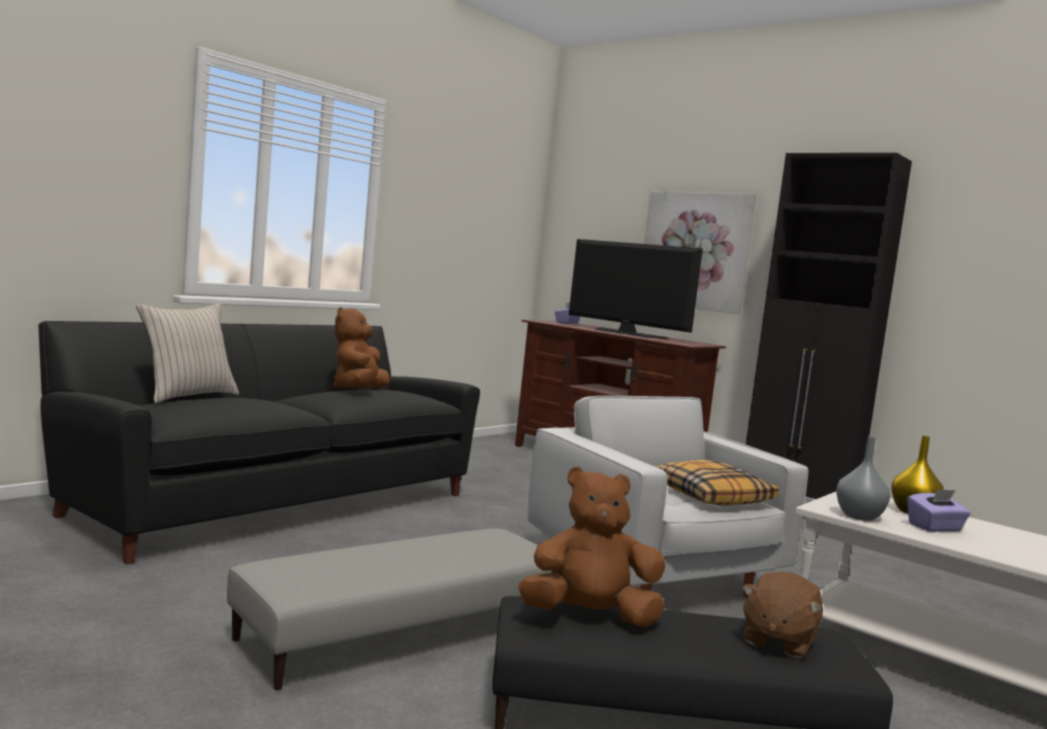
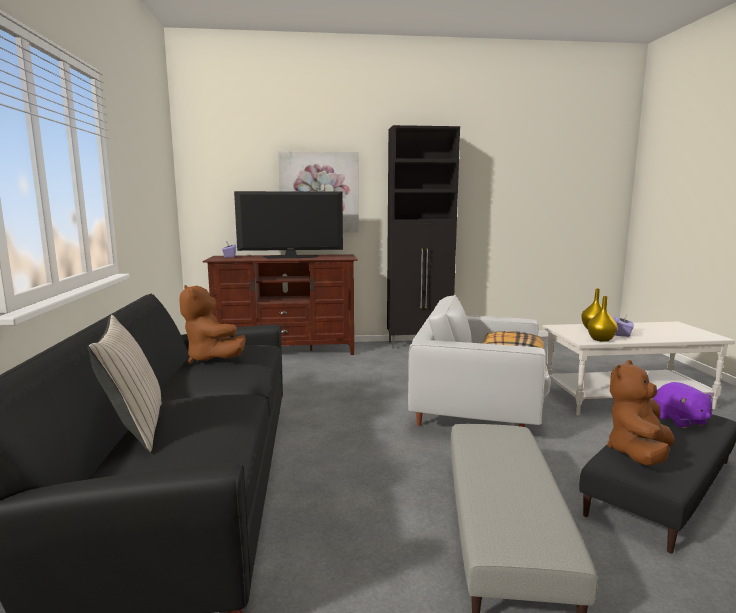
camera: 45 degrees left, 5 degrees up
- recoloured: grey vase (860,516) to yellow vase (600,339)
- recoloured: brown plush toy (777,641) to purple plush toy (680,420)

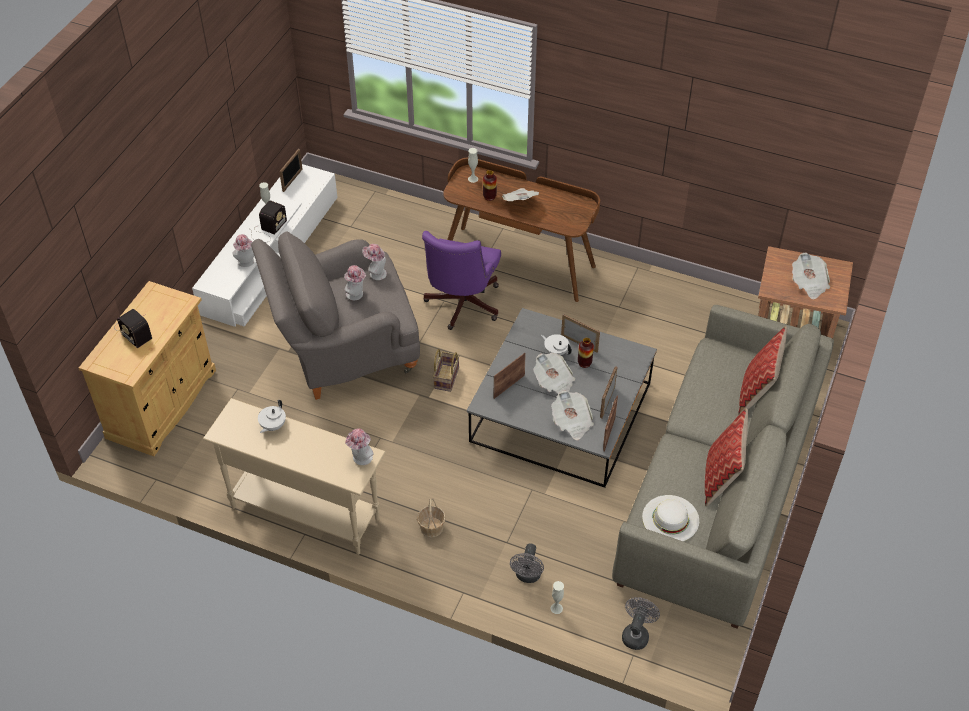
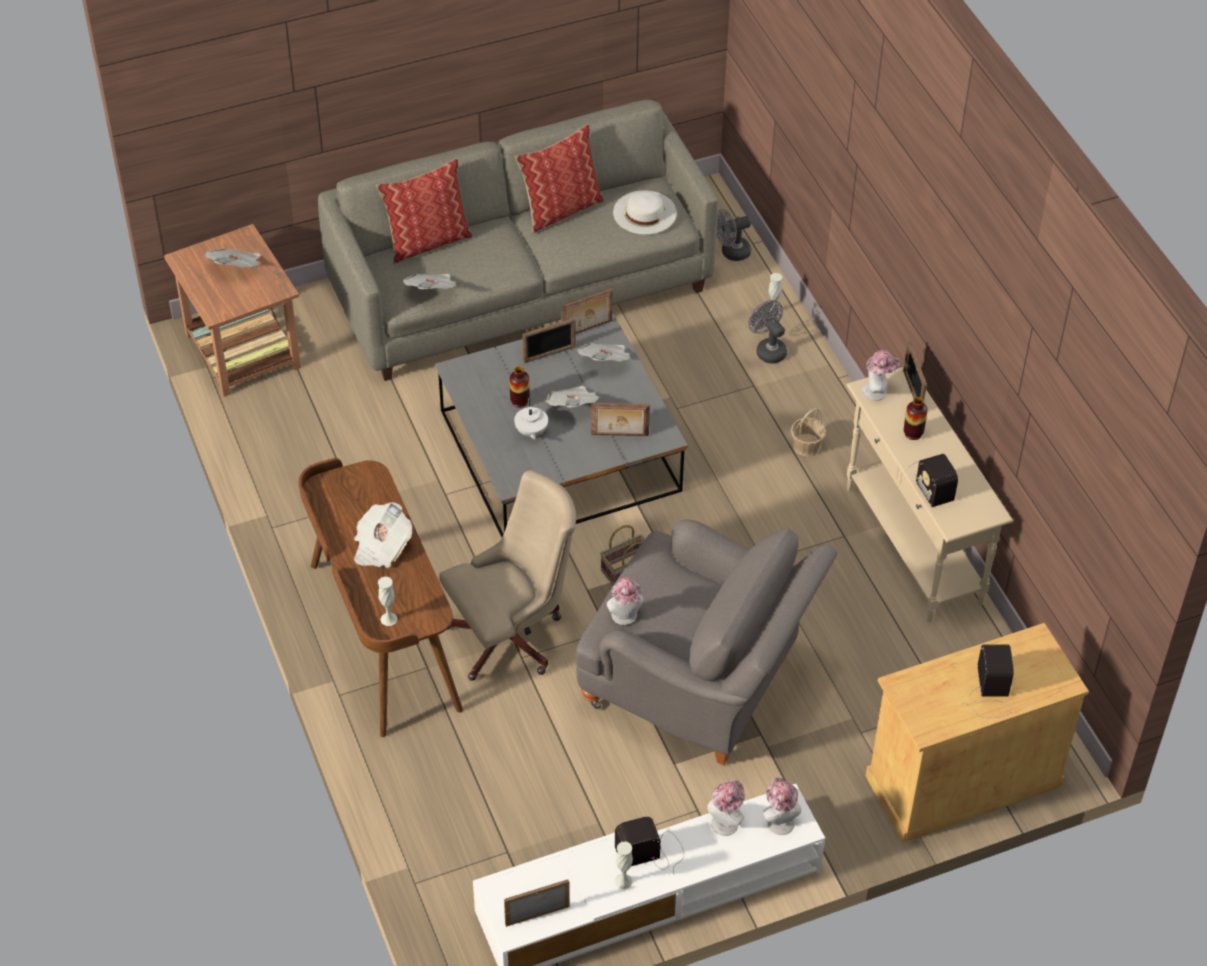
camera: 135 degrees left, 0 degrees up
- moved: vase (489,196) to (913,433)
- recoloured: purple office chair (461,306) to beige office chair (512,635)
- moved: hat (356,295) to (779,820)
- moved: picture frame (579,343) to (912,391)
- replaced: white teapot (272,426) to radio (931,480)
- turned: grey fan (527,576) = (768,349) 90 degrees counterclockwise
- added: newspaper (432,291)

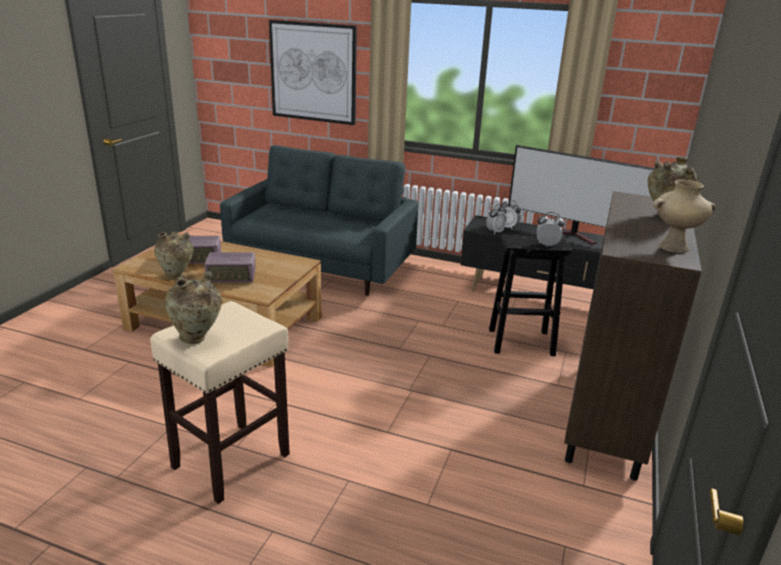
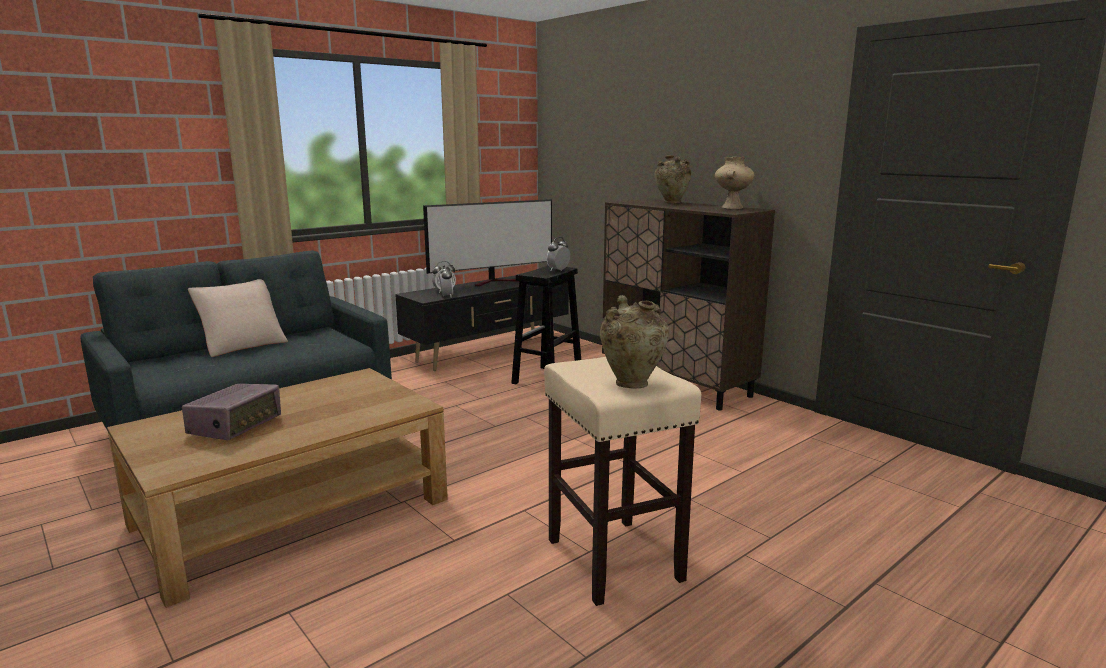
camera: 60 degrees left, 10 degrees down
- removed: picture (313,72)
- removed: beige vase (177,276)
- removed: radio (232,277)
- added: beige pillow (243,345)

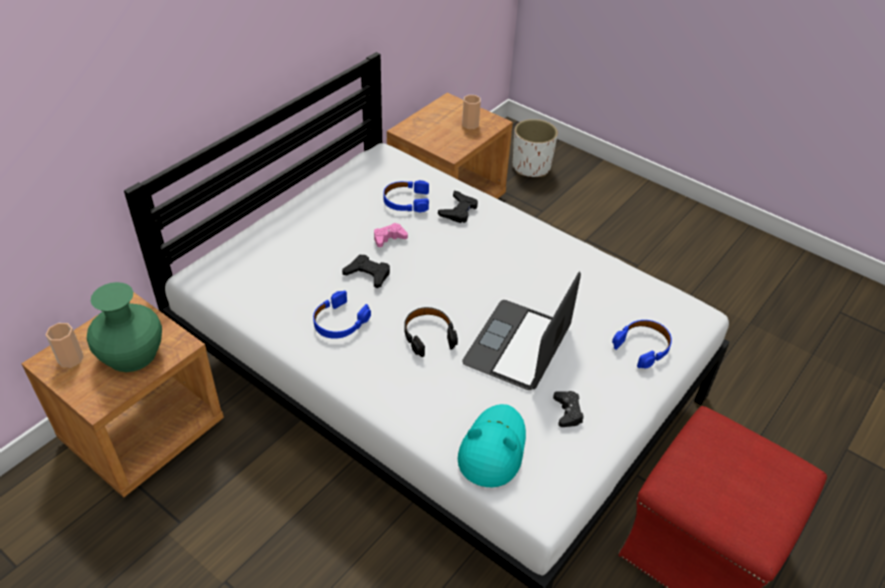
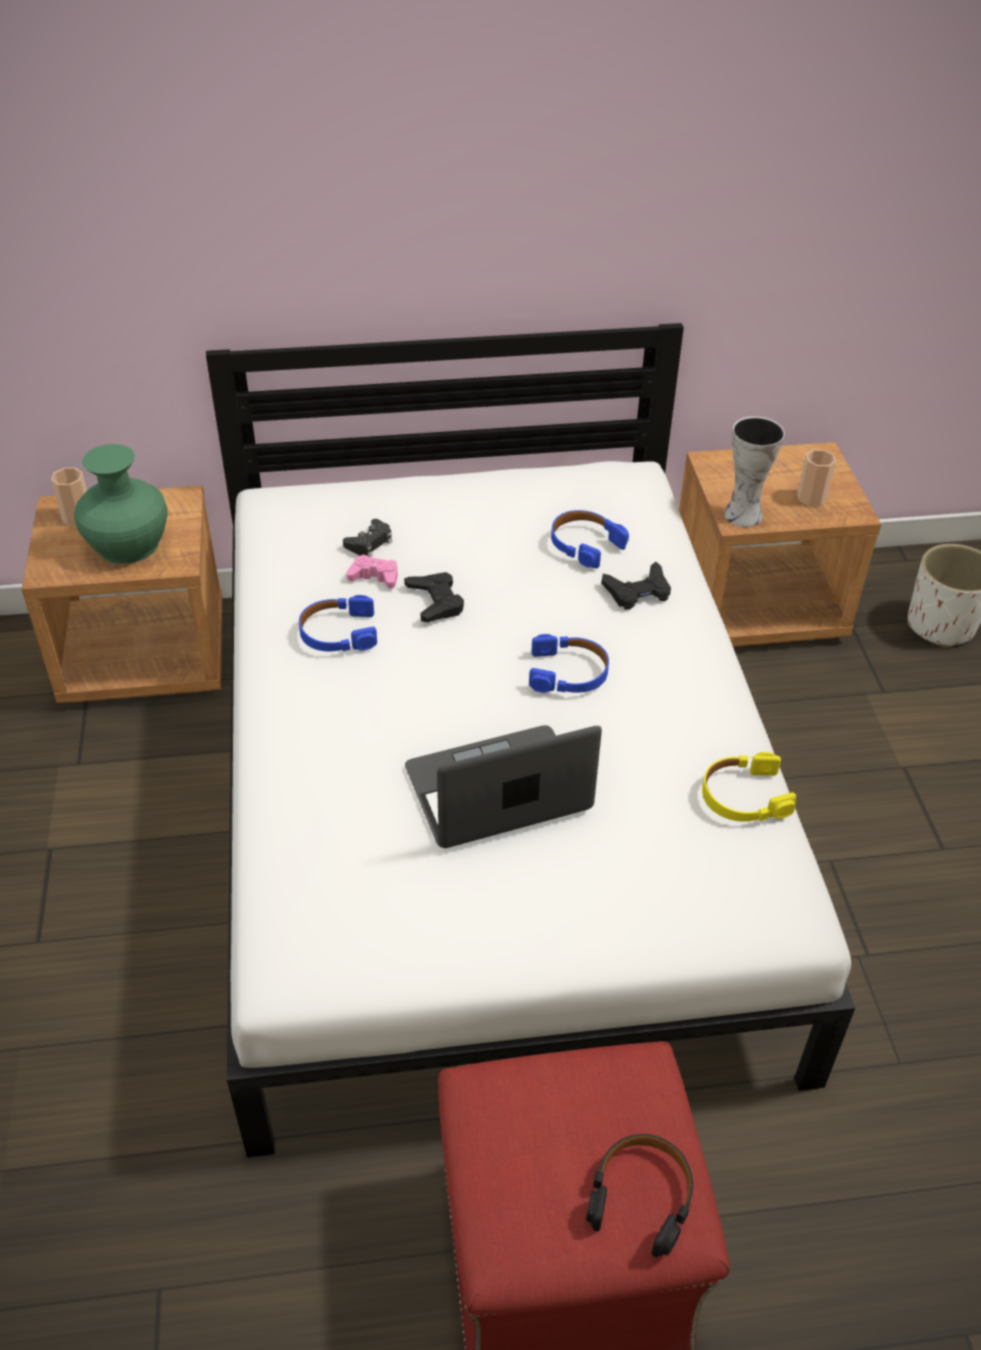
camera: 45 degrees right, 0 degrees up
- moved: pink game controller (389,238) to (374,577)
- moved: black headphones (428,335) to (641,1196)
- moved: blue headphones (643,346) to (568,673)
- moved: black game controller (567,412) to (369,543)
- removed: turquoise hat (492,448)
- added: vase (741,514)
- added: yellow headphones (743,796)

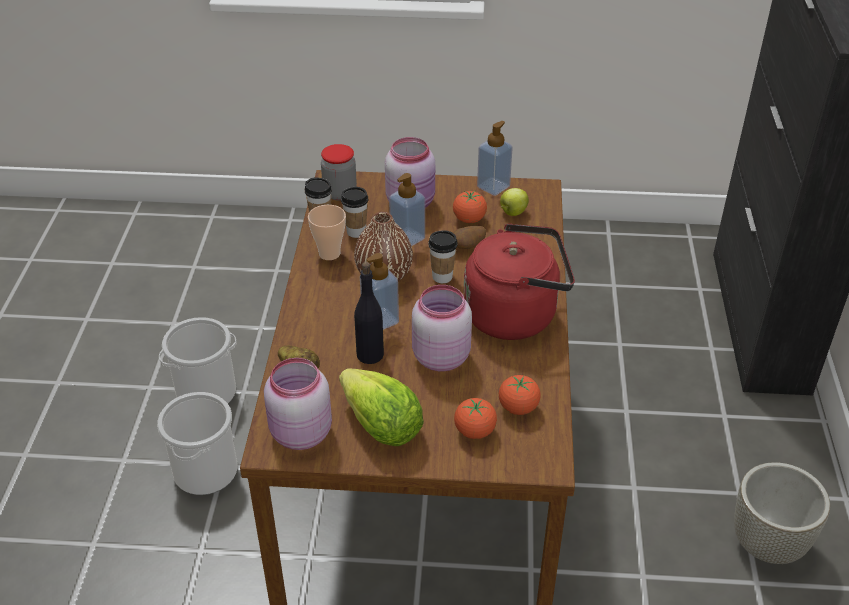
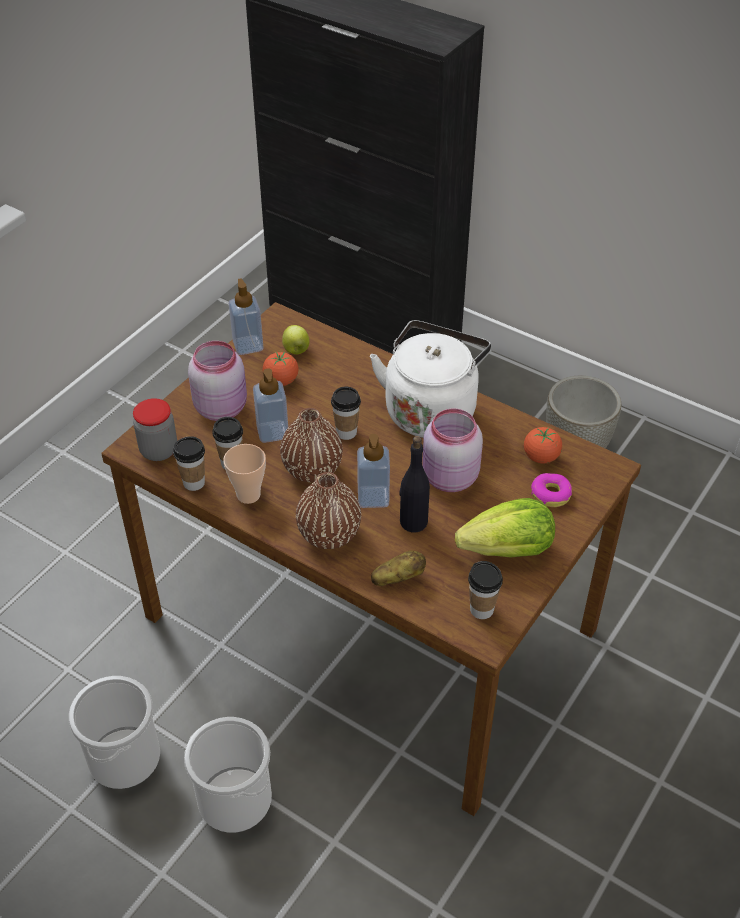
camera: 60 degrees left, 5 degrees up
- recoloured: red kettle (516,314) to white kettle (431,409)
- removed: potato (468,247)
- replaced: pink jar (299,434) to cup (481,609)
- replaced: tomato (474,431) to donut (550,494)
- added: brown vase (329,534)

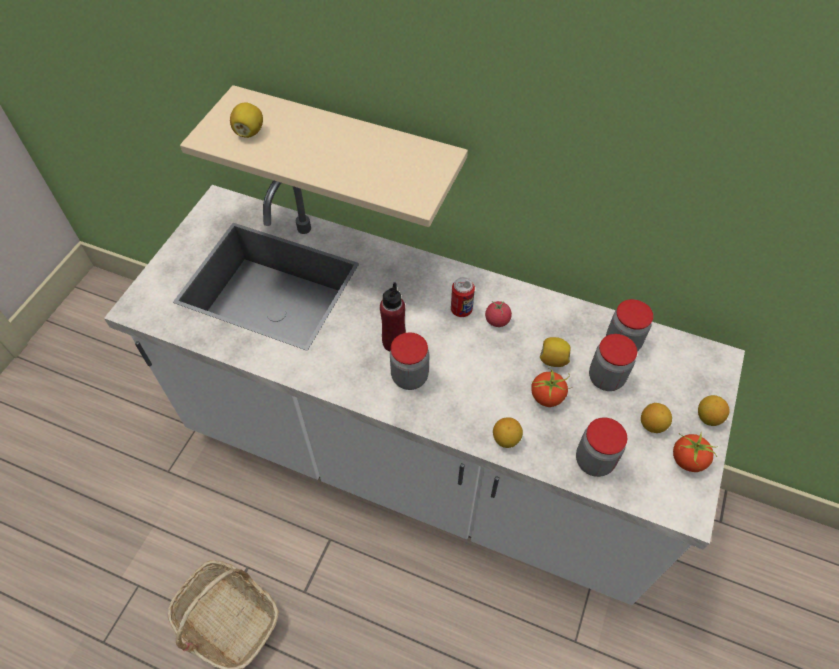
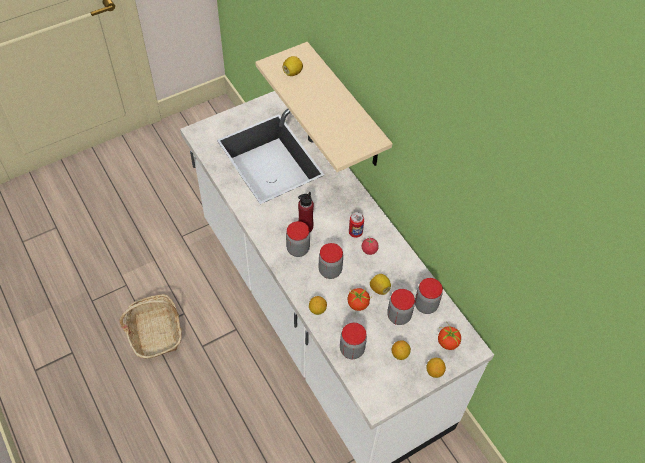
camera: 35 degrees right, 0 degrees up
- moved: tomato (687,460) to (447,342)
- added: jar (330,270)

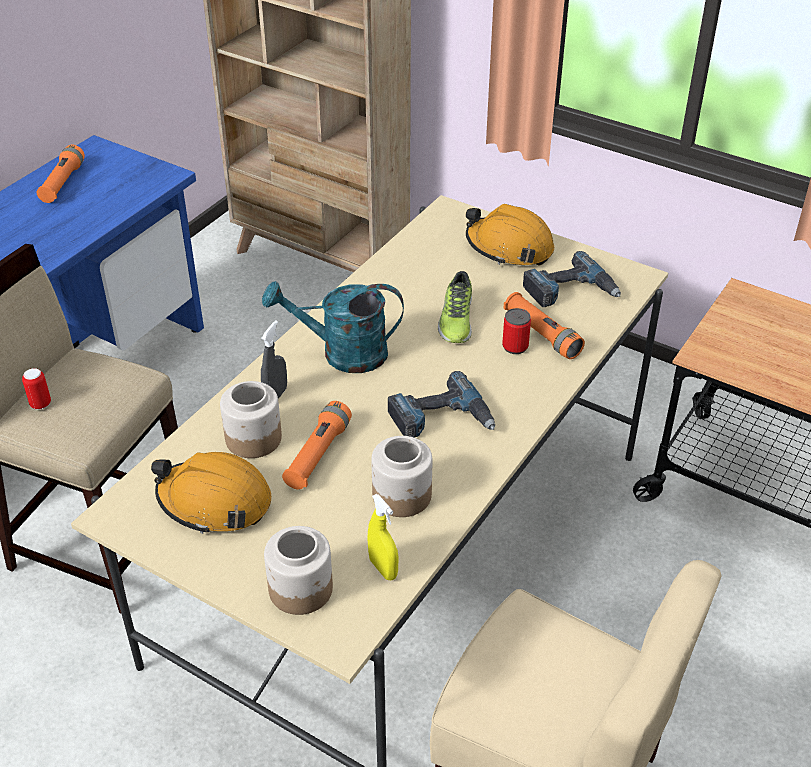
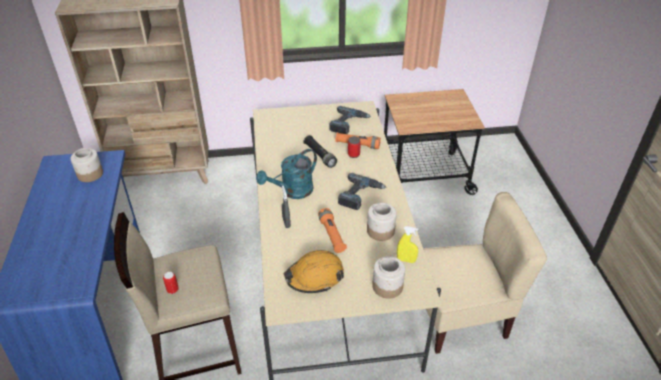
camera: 40 degrees left, 0 degrees up
- removed: orange flashlight (62,183)
- removed: orange hard hat (509,247)
- replaced: shoe (456,320) to black flashlight (320,155)
- moved: jar (253,439) to (90,174)

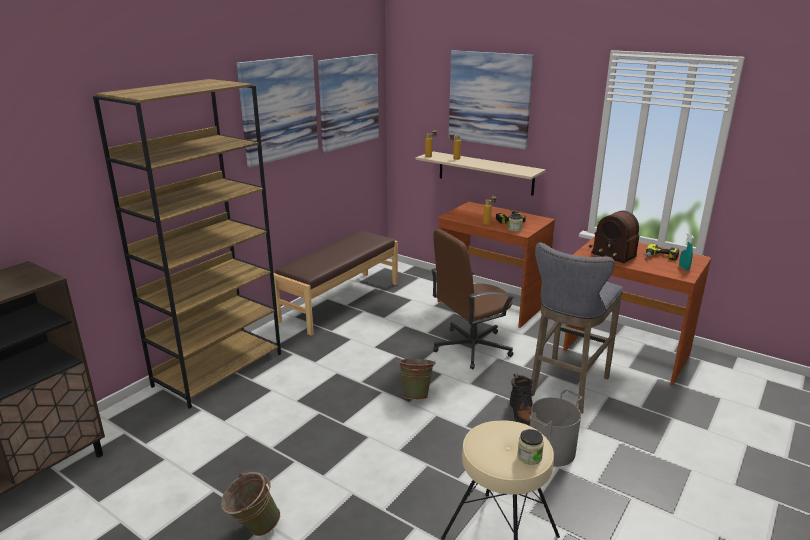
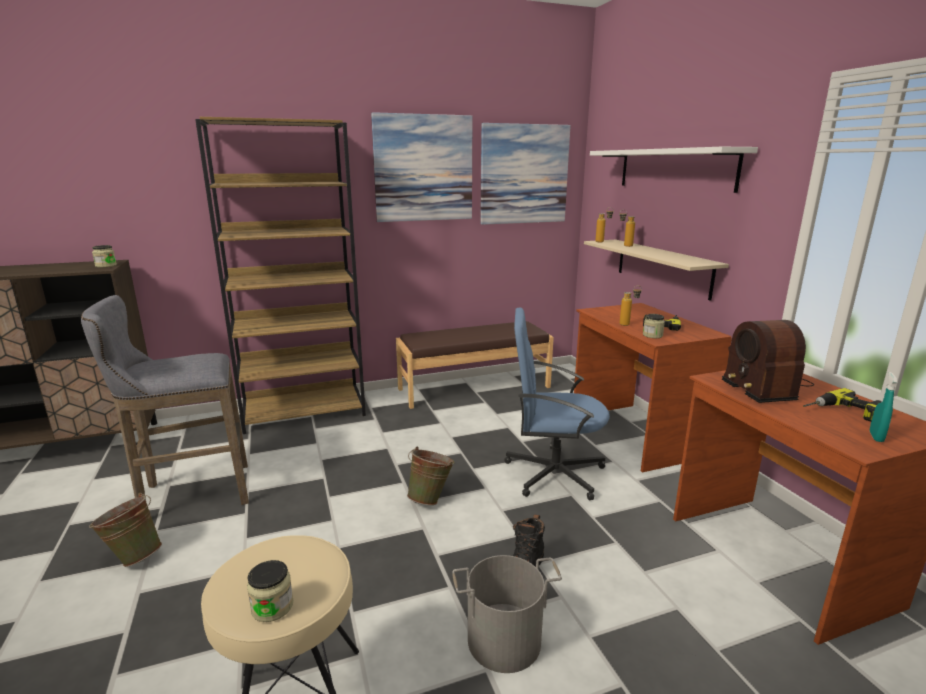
camera: 35 degrees right, 5 degrees down
- replaced: picture (489,99) to white shelf (674,169)
- recoloured: brown office chair (471,347) to blue office chair (552,473)
- moved: grey stool (566,388) to (191,495)
- added: jar (106,266)

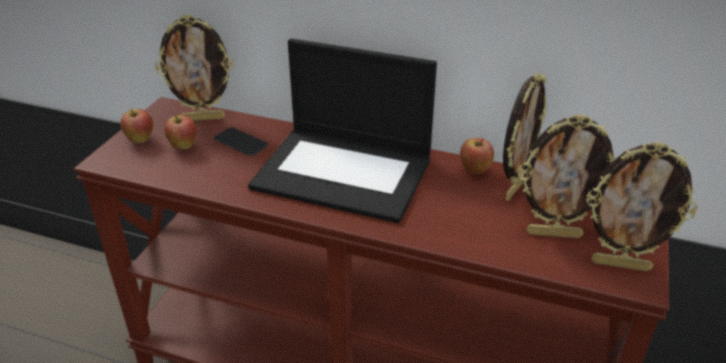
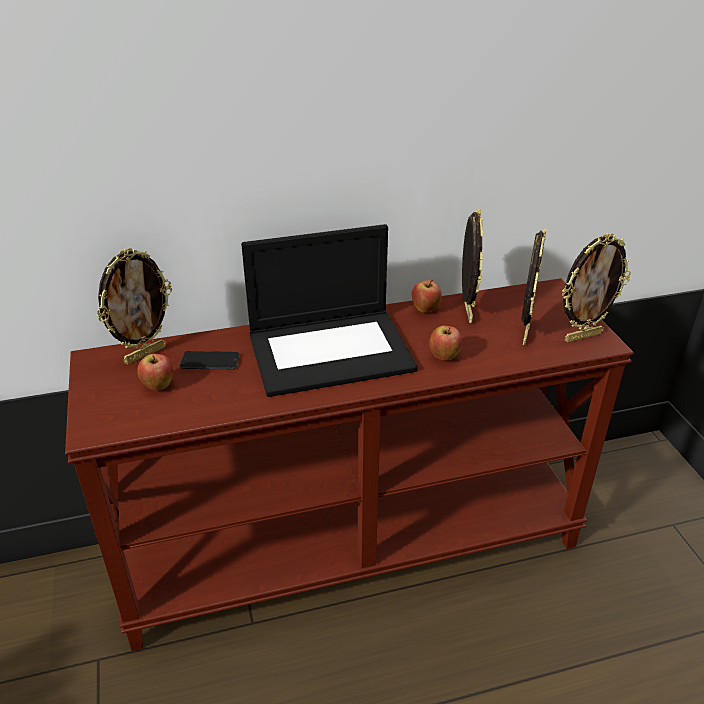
camera: 35 degrees left, 0 degrees up
- moved: apple (140,140) to (444,357)
- turned: picture frame (554,233) = (524,333) 45 degrees counterclockwise

